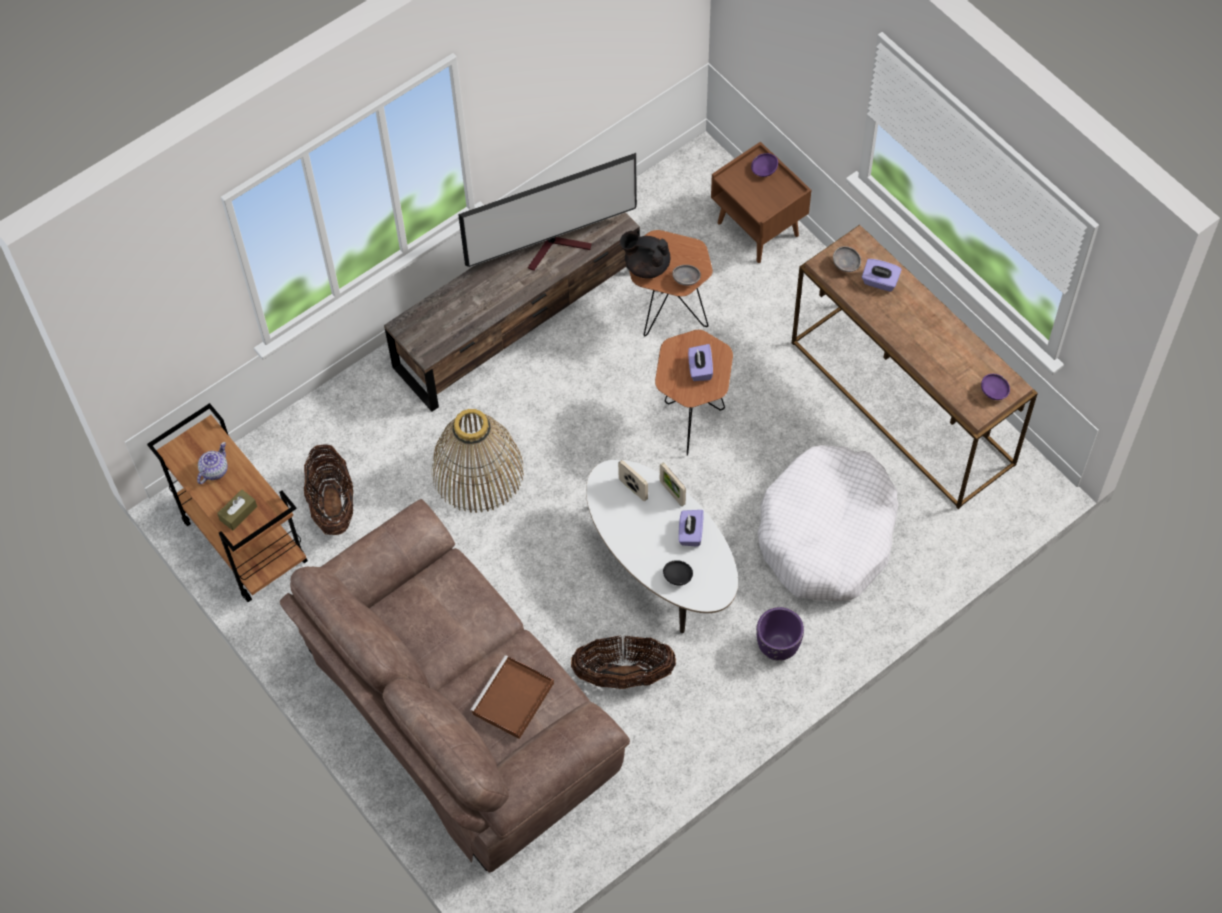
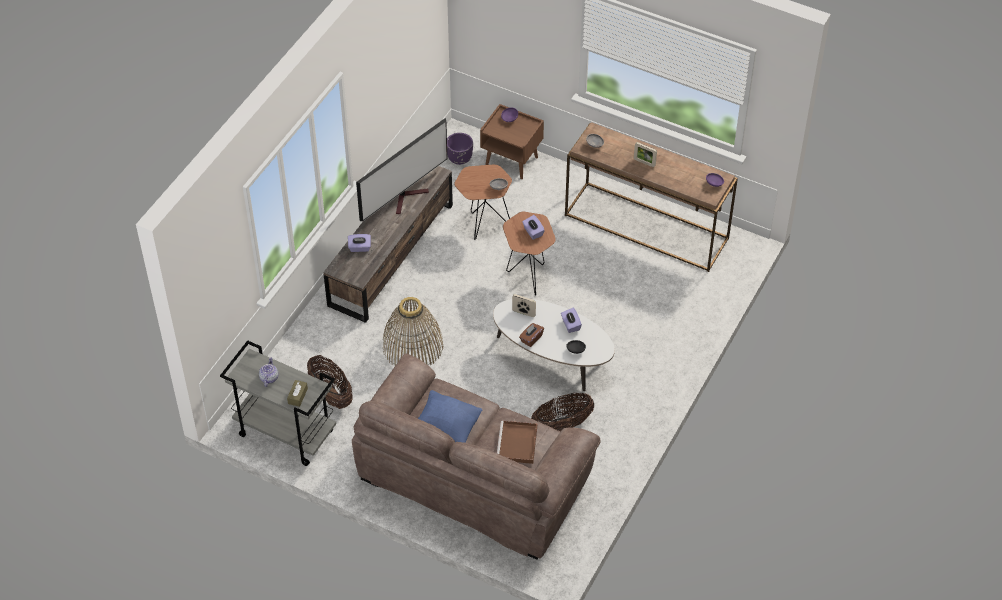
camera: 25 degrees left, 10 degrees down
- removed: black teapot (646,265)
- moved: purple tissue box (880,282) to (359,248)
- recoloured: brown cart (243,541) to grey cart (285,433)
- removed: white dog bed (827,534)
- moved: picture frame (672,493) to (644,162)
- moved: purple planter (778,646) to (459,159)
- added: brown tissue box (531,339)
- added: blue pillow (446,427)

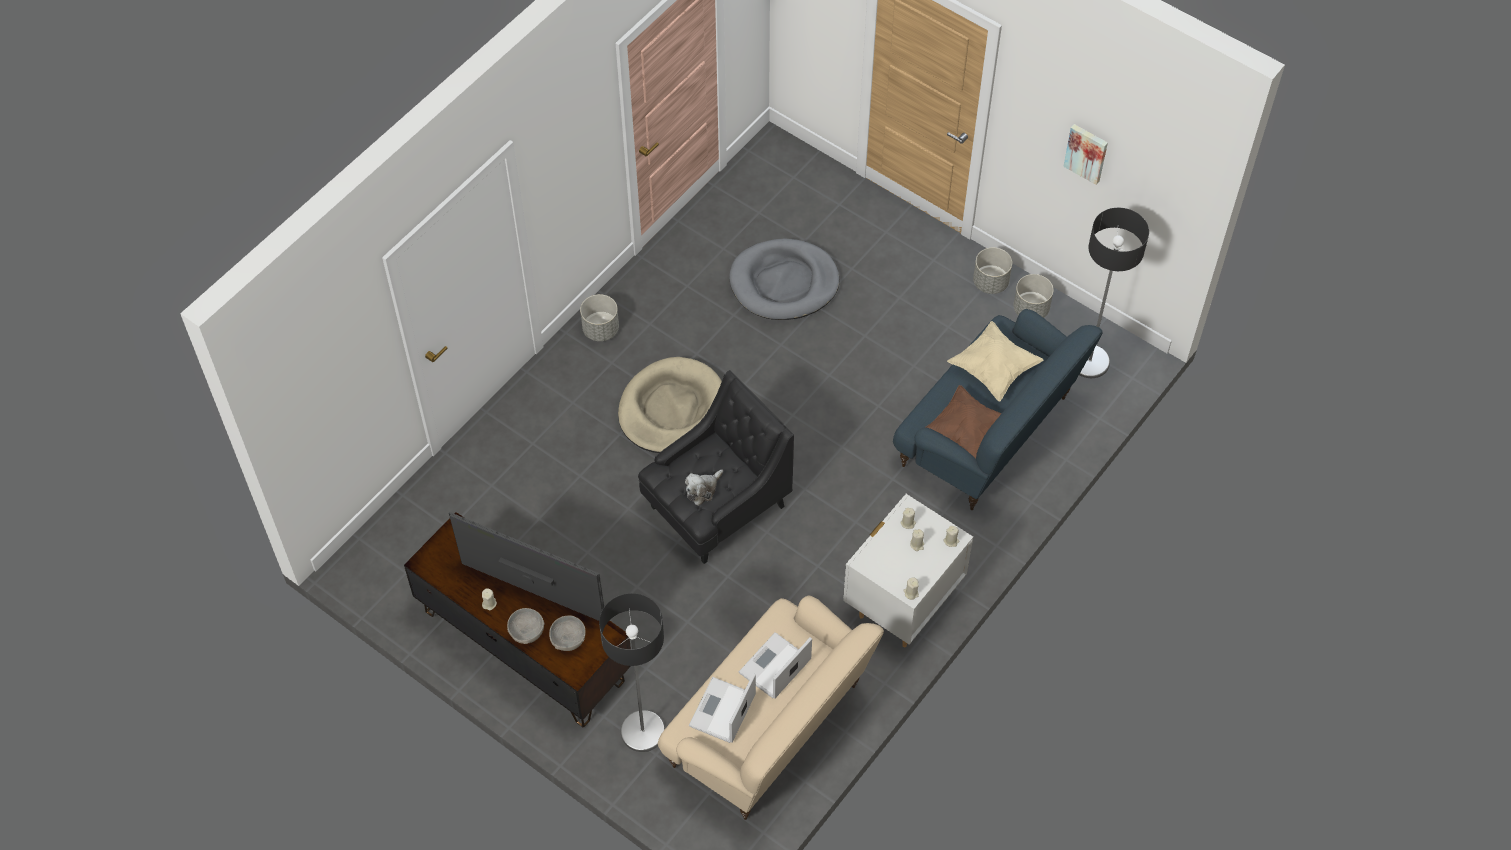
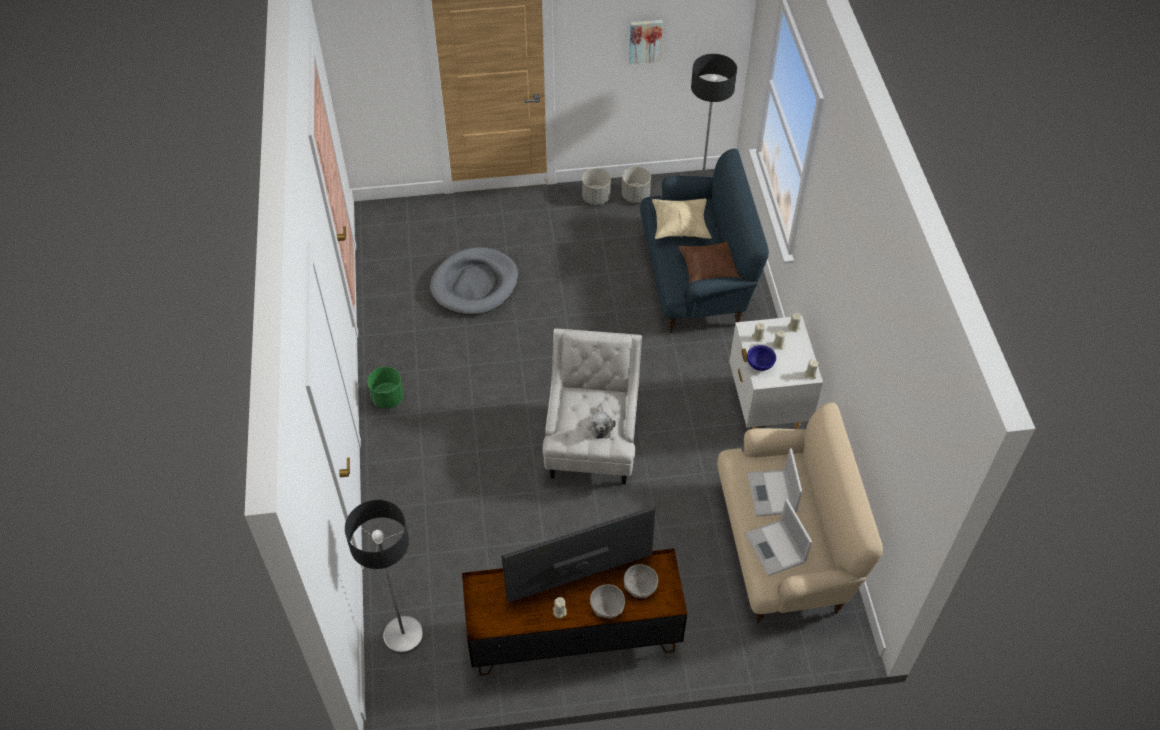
camera: 45 degrees left, 5 degrees down
- recoloured: grey planter (601,329) to green planter (387,398)
- removed: beige dog bed (671,409)
- recoloured: black armchair (716,508) to white armchair (592,445)
- moved: floor lamp (642,731) to (403,635)
- added: blue bowl (760,365)

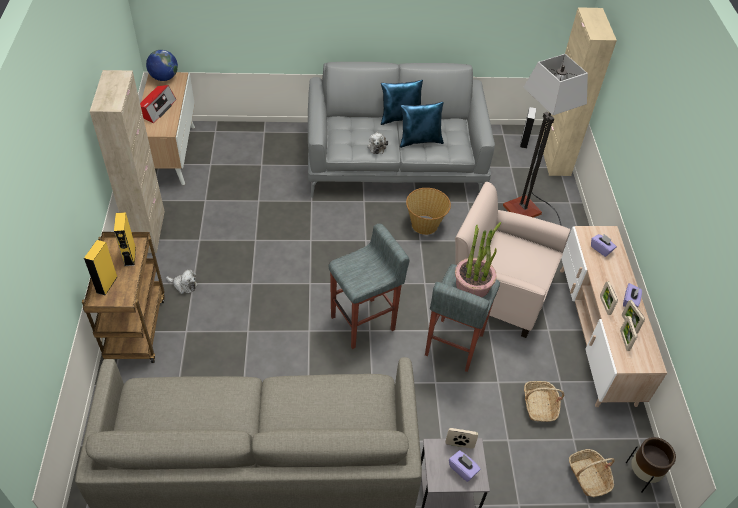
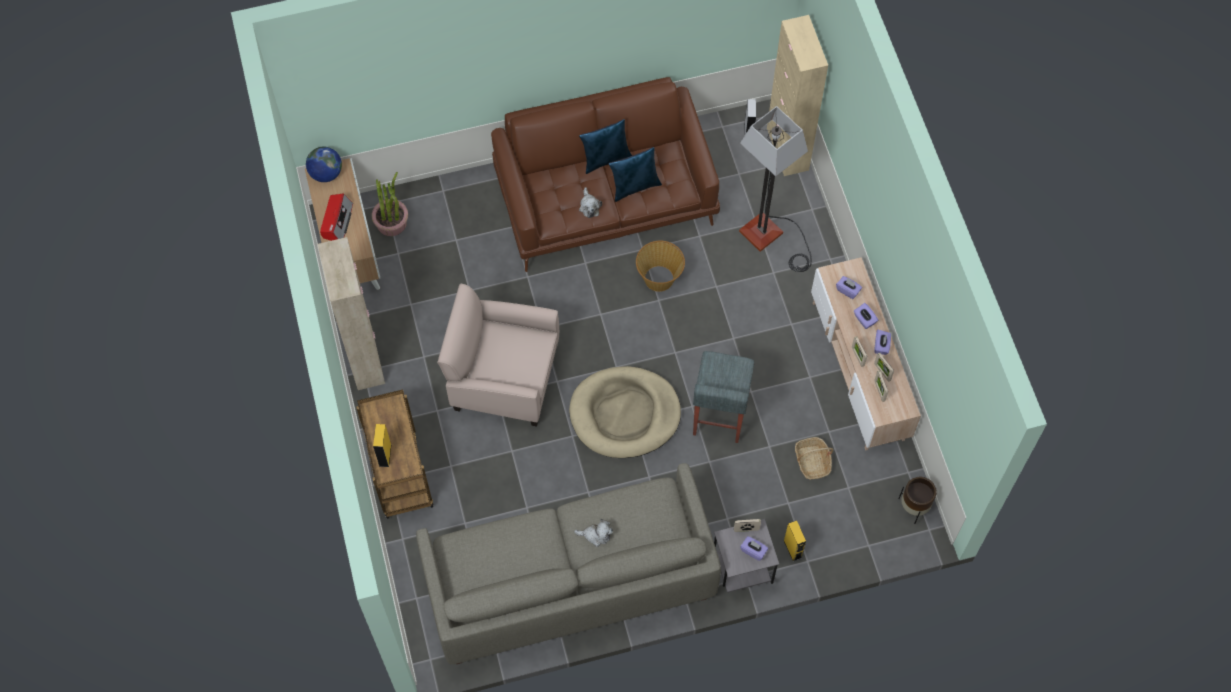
camera: 10 degrees left, 15 degrees up
- recoloured: grey sofa (395,160) to brown sofa (606,196)
- moved: beige armchair (498,292) to (504,378)
- moved: yellow speaker (130,256) to (792,549)
- moved: potted plant (473,285) to (391,222)
- replaced: grey stool (364,323) to beige dog bed (625,414)
- moved: plush toy (184,285) to (596,535)
- removed: basket (588,477)
- added: purple tissue box (864,320)

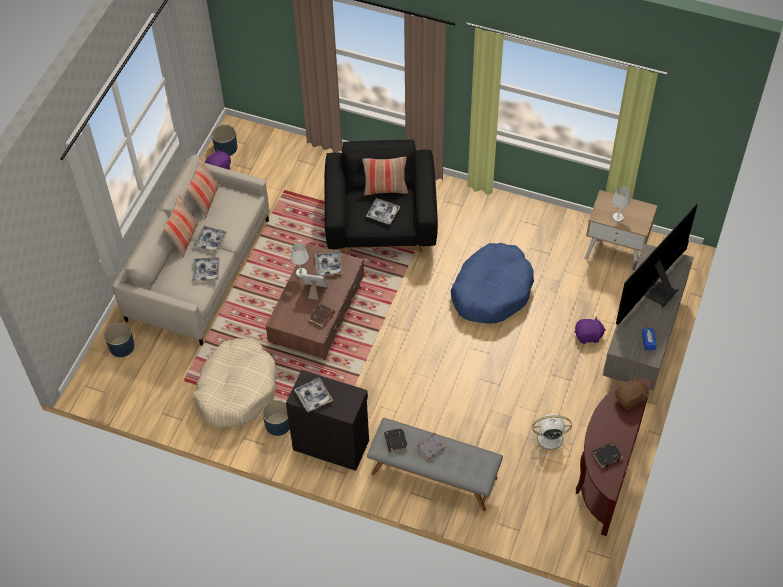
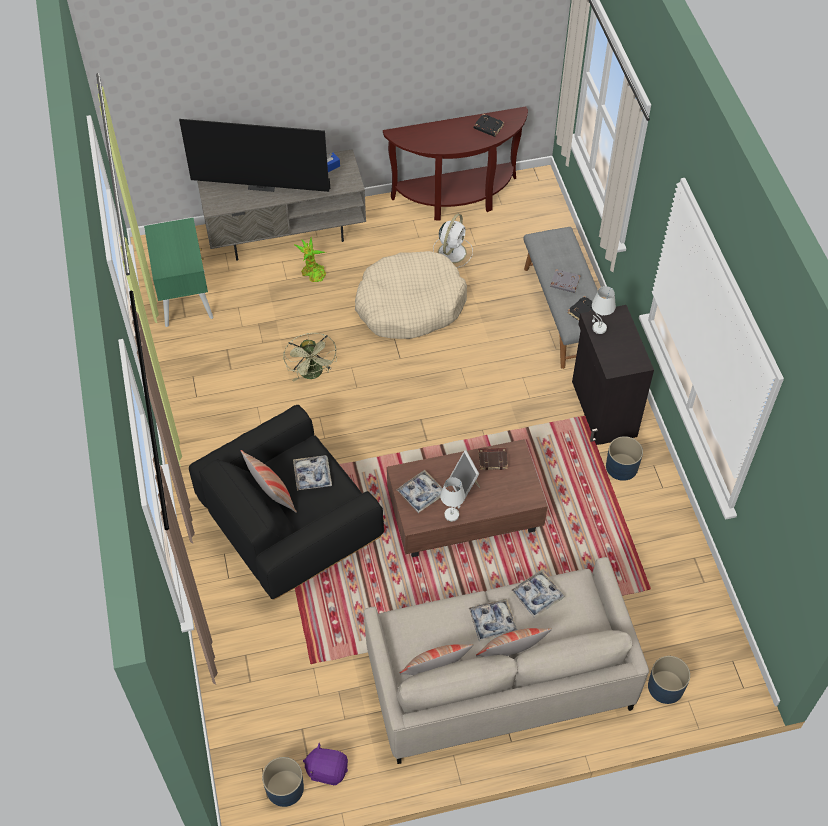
camera: 125 degrees left, 0 degrees up
- moved: white table lamp (617,217) to (599,328)
- recoloured: beige nightstand (616,250) to green nightstand (184,297)
- replaced: blue dog bed (491,290) to green fan (313,374)
- replaced: purple plush toy (588,336) to potted plant (312,273)
- moved: beige dog bed (236,389) to (410,305)
- removed: brown plush toy (630,399)
- removed: tray (313,396)
- turned: white fan (548,438) = (452,251) 120 degrees counterclockwise

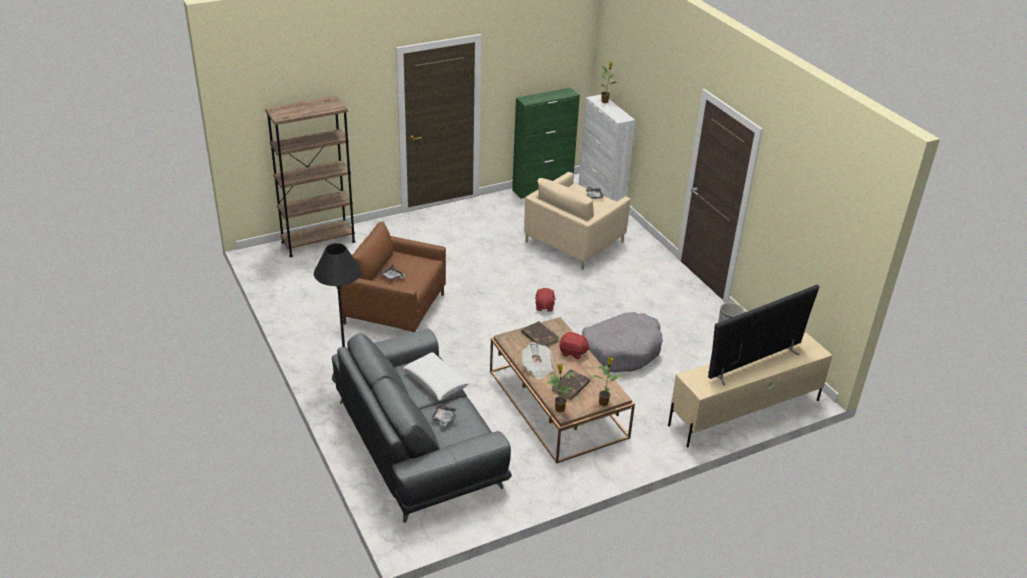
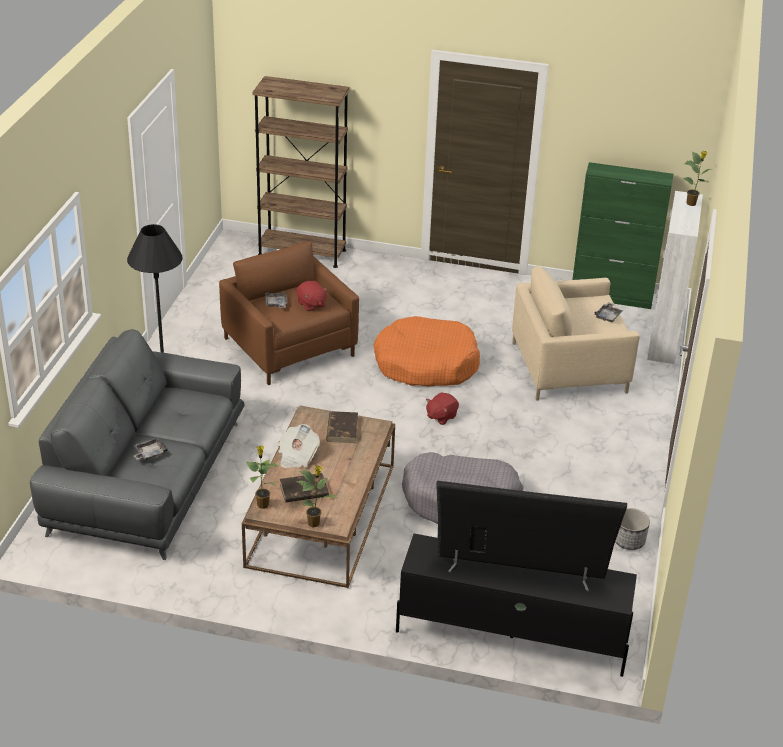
camera: 40 degrees right, 0 degrees up
- moved: red plush toy (573,352) to (311,304)
- recoloured: beige tv stand (743,412) to black tv stand (510,636)
- removed: white pillow (436,381)
- added: orange dog bed (426,364)

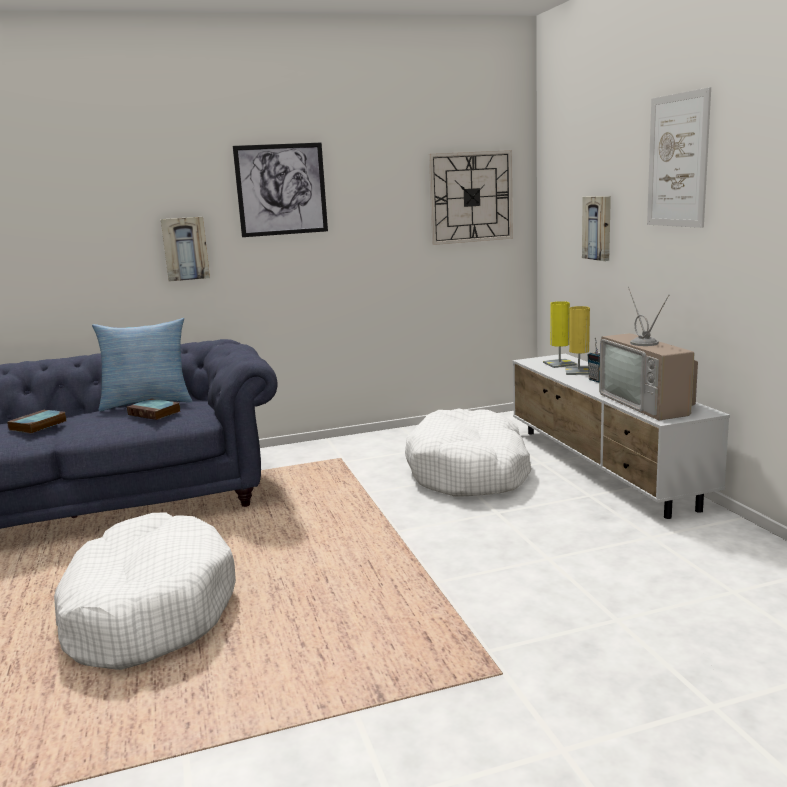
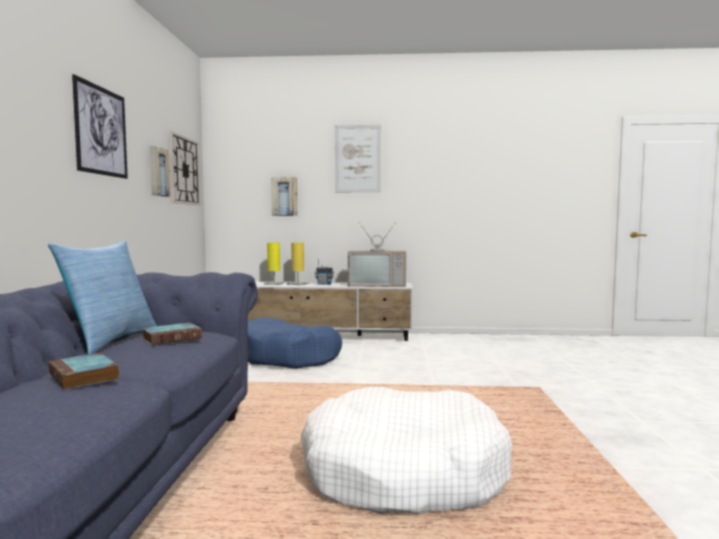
camera: 70 degrees left, 10 degrees down
- moved: picture (185,248) to (158,172)
- recoloured: white dog bed (469,472) to blue dog bed (287,357)

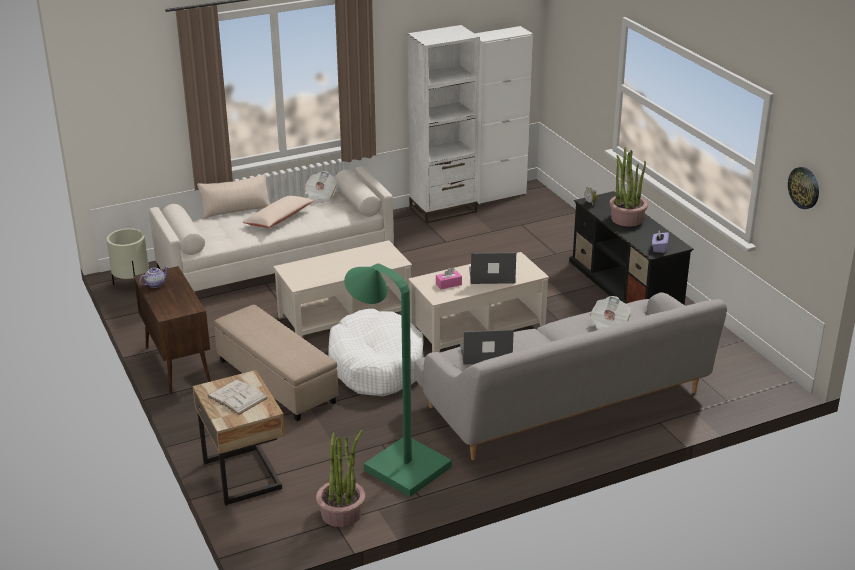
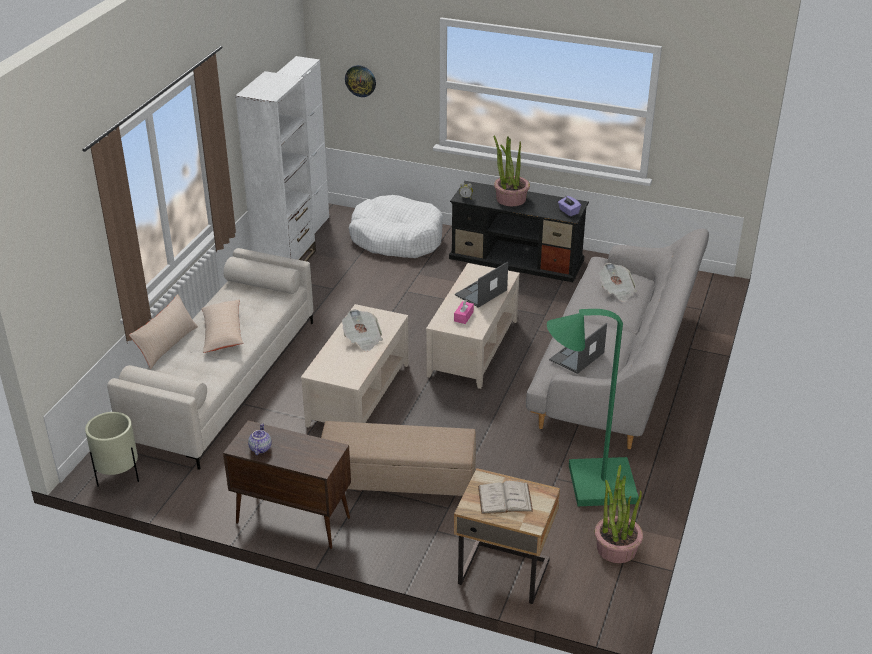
camera: 45 degrees left, 5 degrees up
- moved: wall clock (804,187) to (360,80)
- moved: newspaper (320,197) to (362,339)
- moved: white dog bed (376,365) to (397,238)

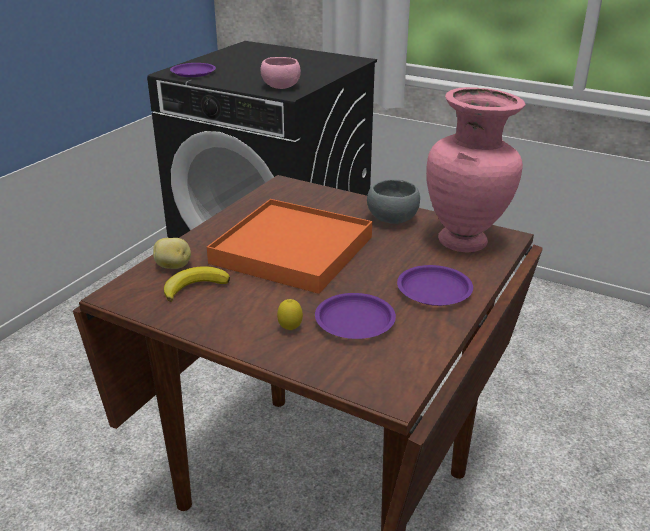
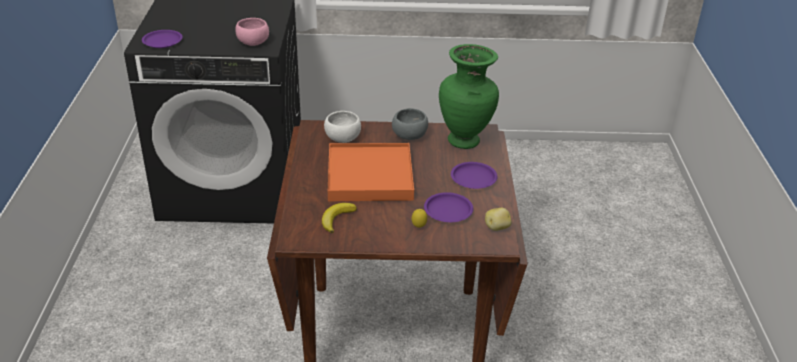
camera: 30 degrees left, 5 degrees up
- recoloured: pink vase (465,242) to green vase (465,141)
- moved: potato (173,266) to (497,227)
- added: white bowl (343,139)

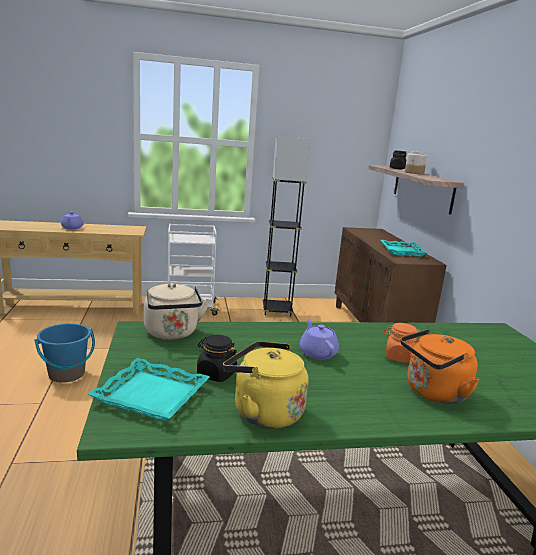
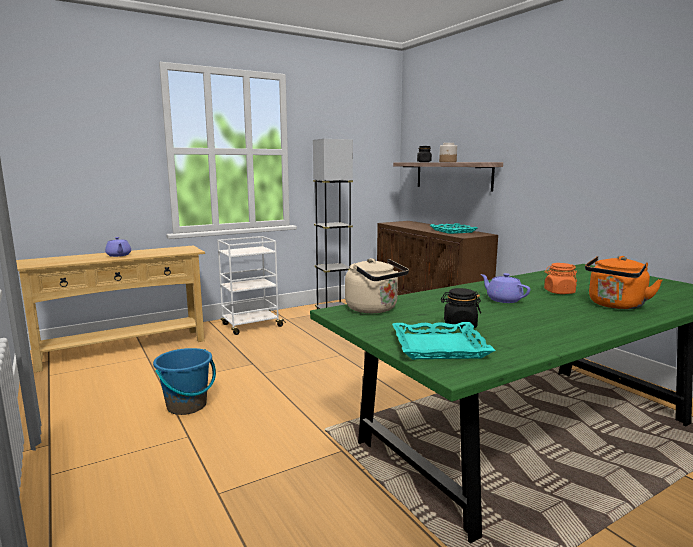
camera: 20 degrees left, 5 degrees down
- removed: yellow kettle (263,412)

